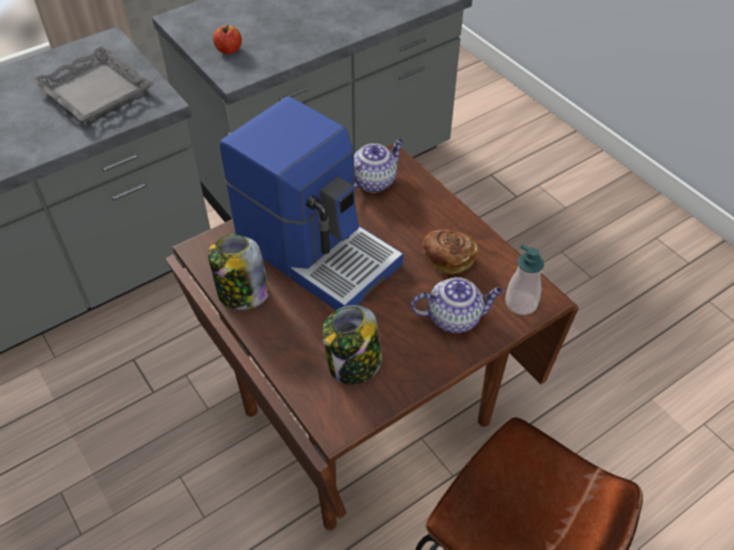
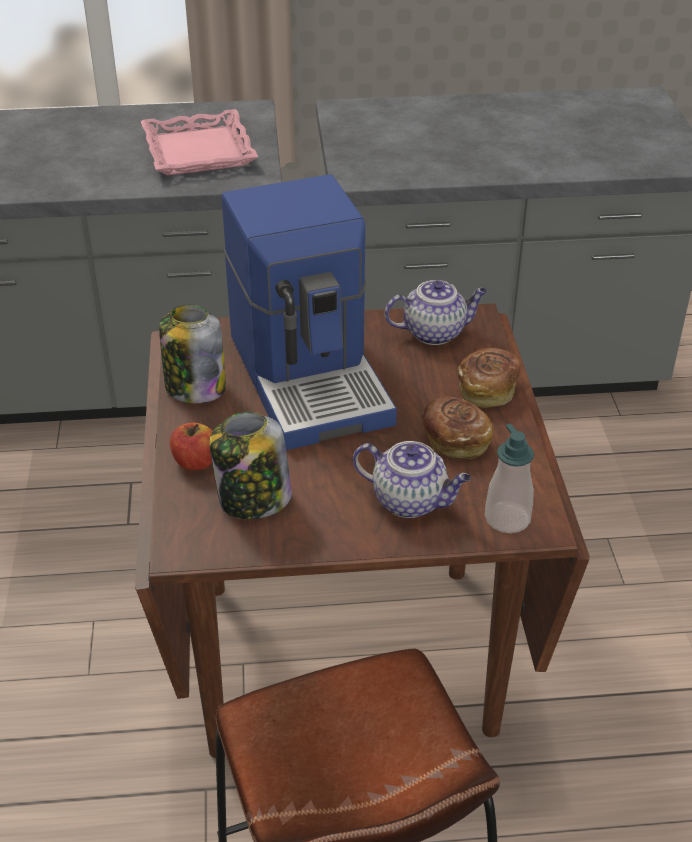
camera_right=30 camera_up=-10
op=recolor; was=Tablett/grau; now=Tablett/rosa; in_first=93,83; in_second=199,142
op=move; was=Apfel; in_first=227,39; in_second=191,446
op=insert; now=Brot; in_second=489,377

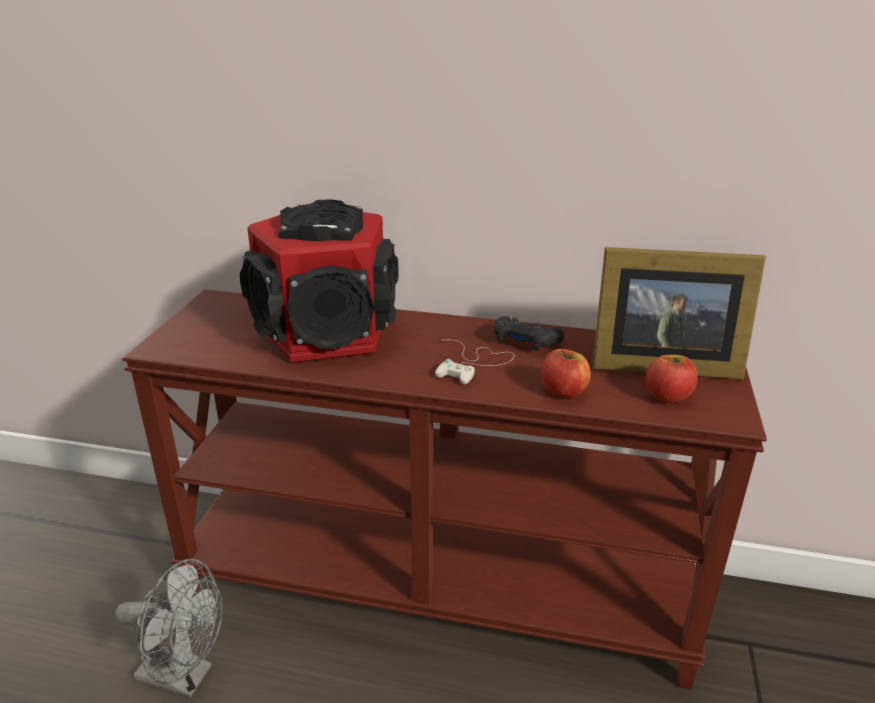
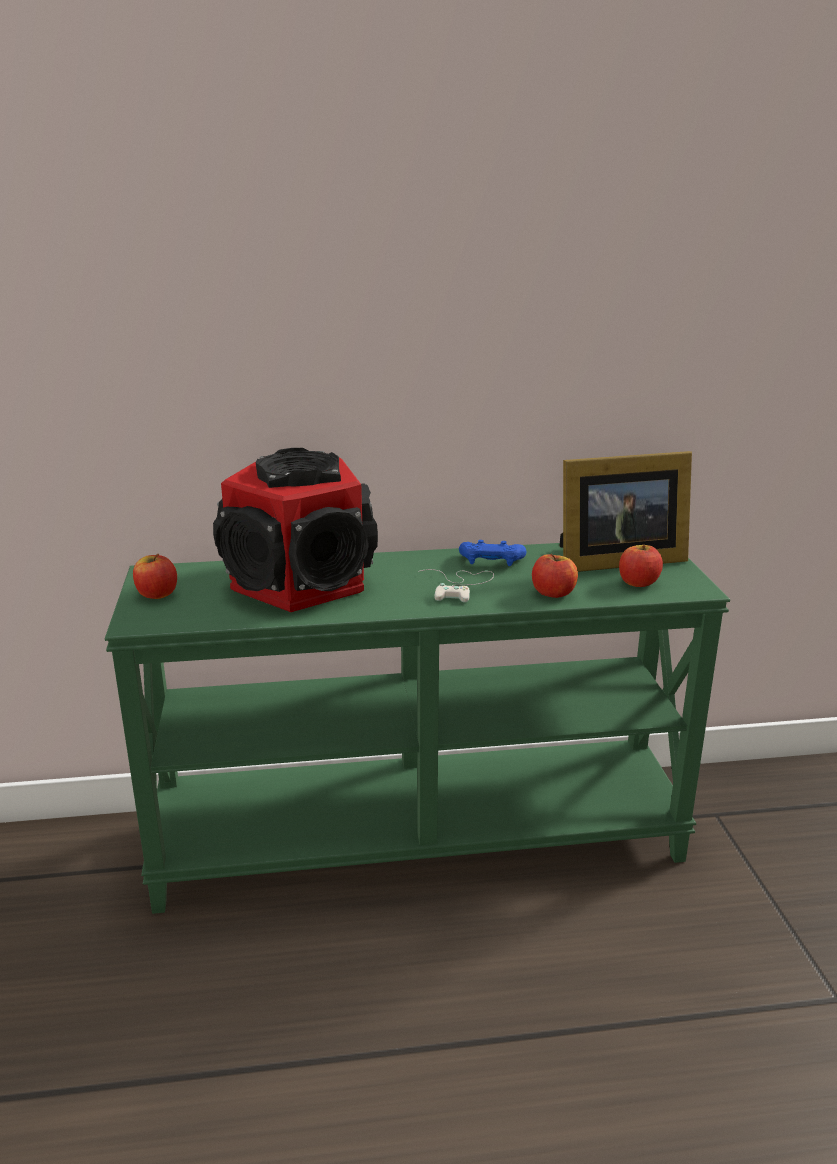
camera_right=-20 camera_up=-5
op=delete; was=Ventilator/grau; in_first=169,628
op=recolor; was=Konsolentisch/braun; now=Konsolentisch/grün; in_first=444,489; in_second=417,728
op=recolor; was=Gamepad/schwarz; now=Gamepad/blau; in_first=529,333; in_second=492,553
op=insert; now=Apfel; in_second=155,576

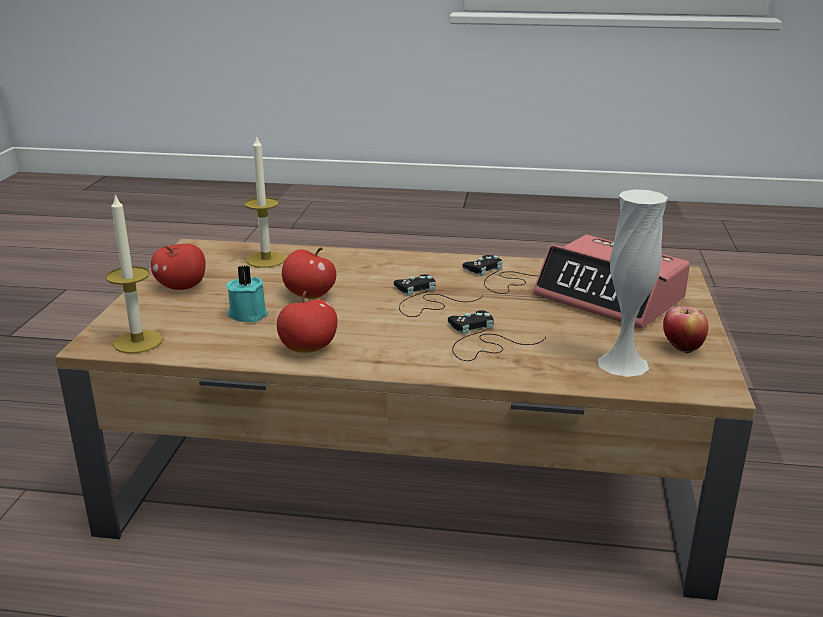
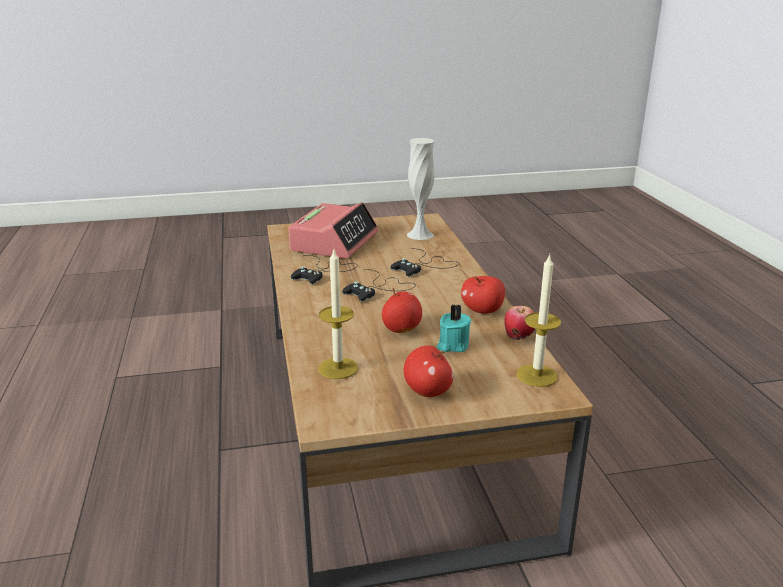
camera_right=-110 camera_up=0
op=move; was=Apfel; in_first=685,330; in_second=519,323

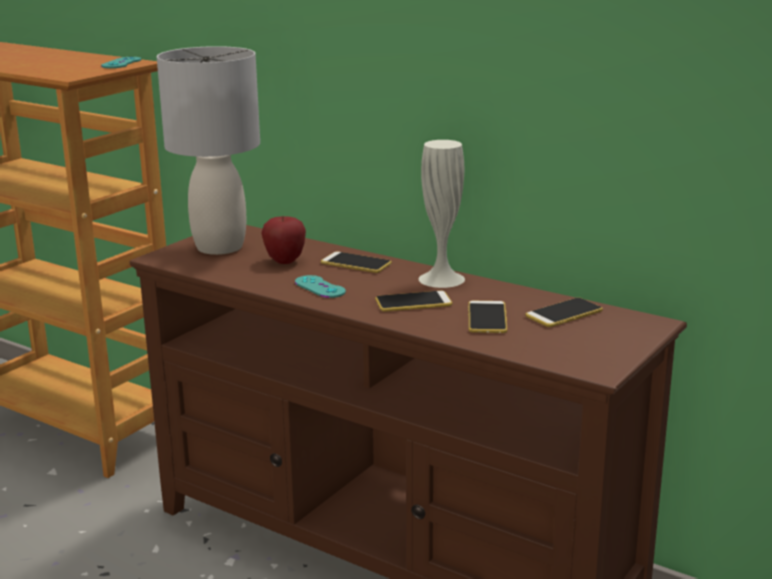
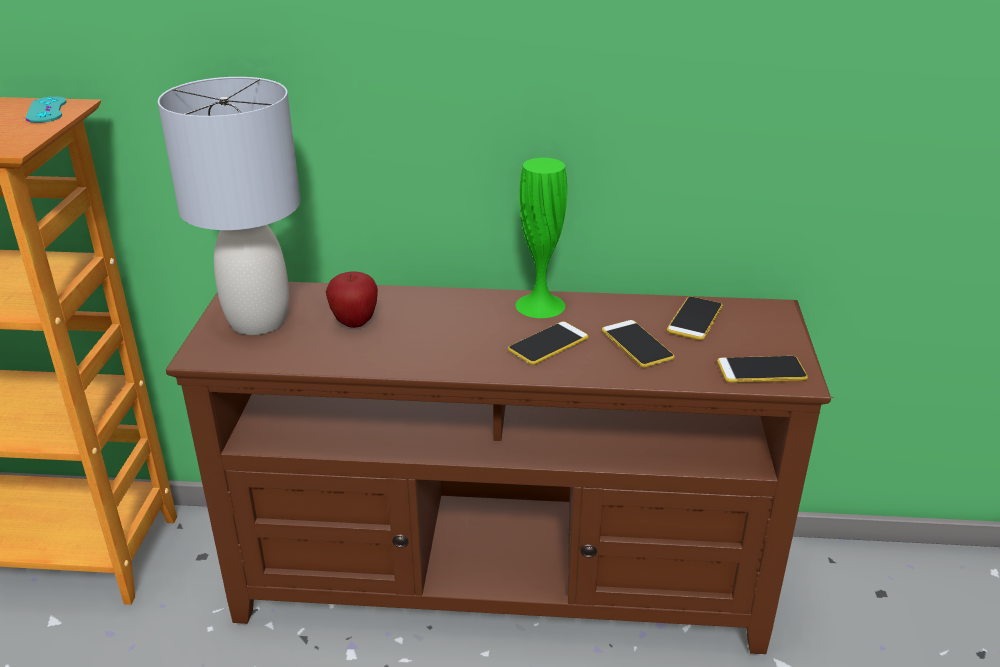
camera_right=-30 camera_up=10
op=delete; was=Gamepad/türkis; in_first=320,286
op=move; was=Handy; in_first=356,262; in_second=762,369
op=recolor; was=Vase/weiß; now=Vase/grün; in_first=441,214; in_second=541,238

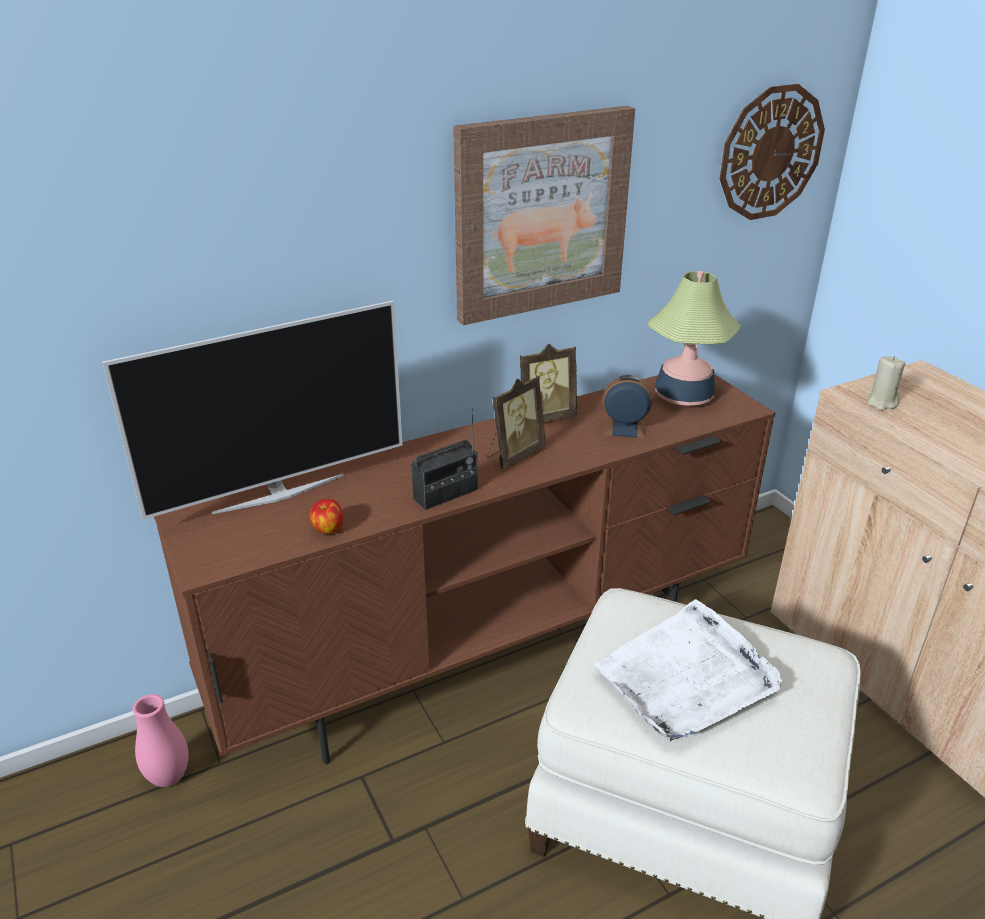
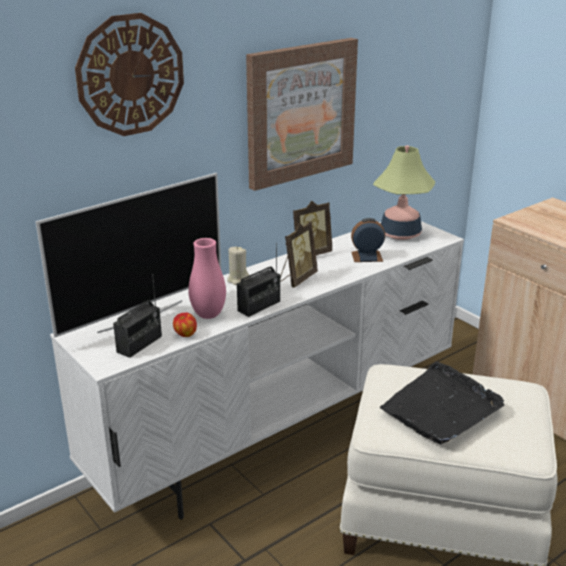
camera_right=-10 camera_up=-5
op=move; was=Vase/rosa; in_first=160,740; in_second=207,278
op=recolor; was=Fernsehschrank/braun; now=Fernsehschrank/weiß; in_first=464,569; in_second=257,370
op=recolor; was=Tablett/weiß; now=Tablett/schwarz; in_first=688,670; in_second=441,402
op=move; was=Wanduhr; in_first=772,152; in_second=129,74
op=move; was=Kerze/beige; in_first=886,383; in_second=238,266
op=insert; now=Radio; in_second=137,316

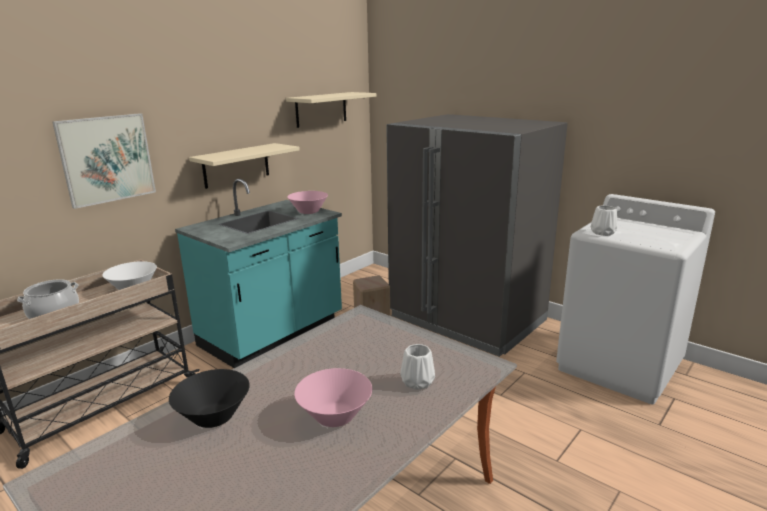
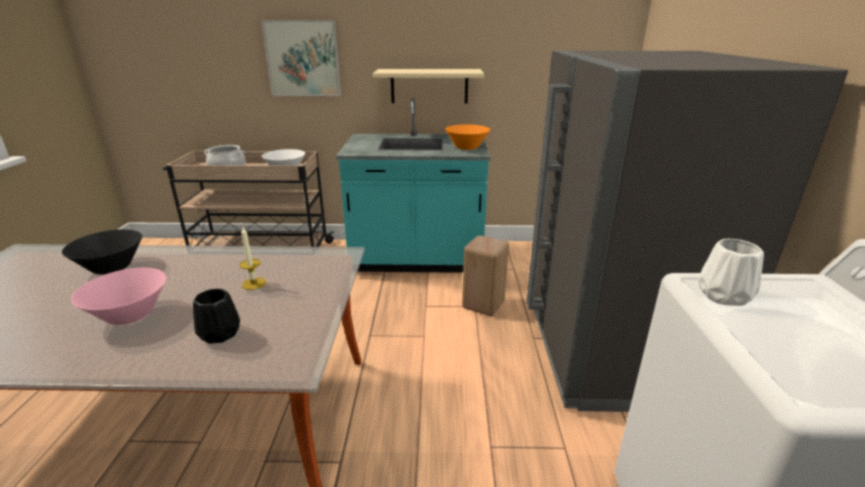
camera_right=50 camera_up=5
op=delete; was=Wandregal/beige; in_first=331,110
op=recolor; was=Schüssel/rosa; now=Schüssel/orange; in_first=307,202; in_second=467,137
op=recolor; was=Vase/weiß; now=Vase/schwarz; in_first=417,367; in_second=216,316
op=insert; now=Kerze; in_second=253,258

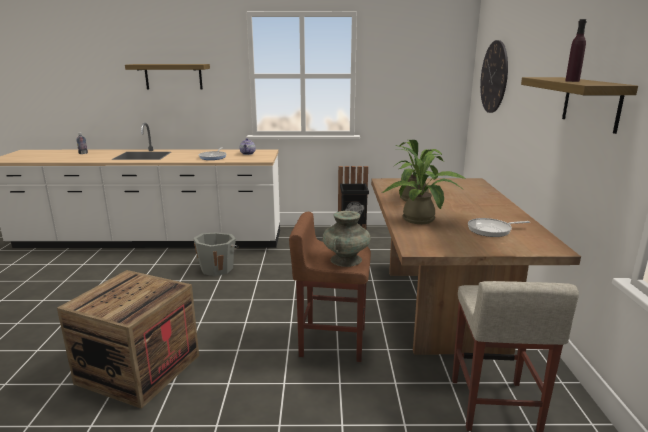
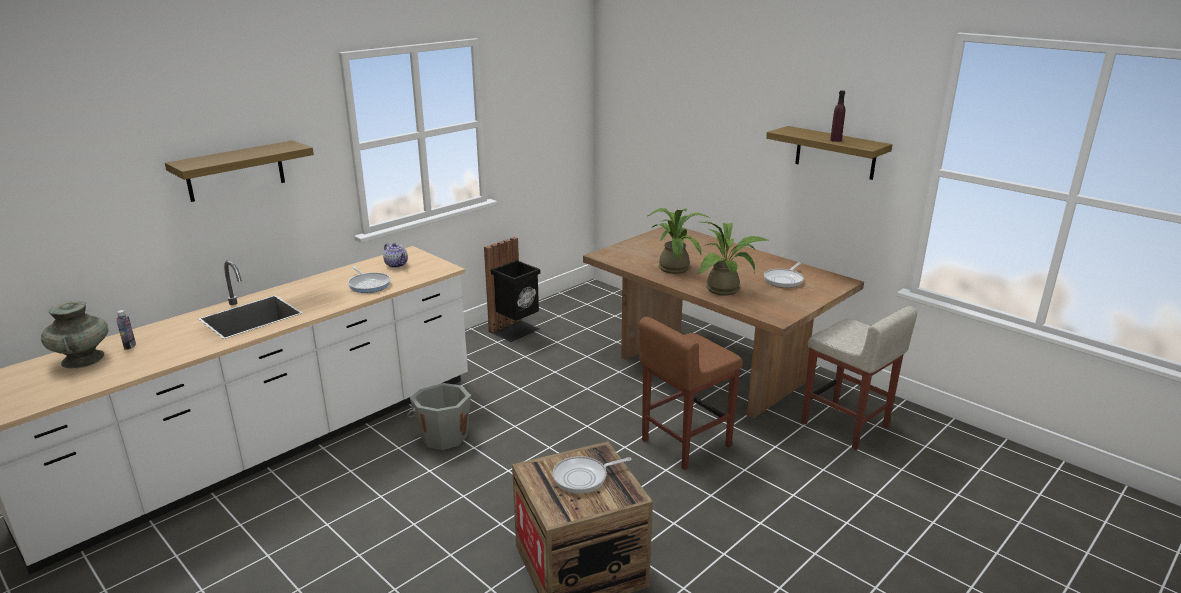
camera_right=-45 camera_up=5
op=move; was=Vase/türkis; in_first=347,239; in_second=74,334
op=delete; was=Wanduhr; in_first=494,76
op=insert; now=Pfanne; in_second=592,475

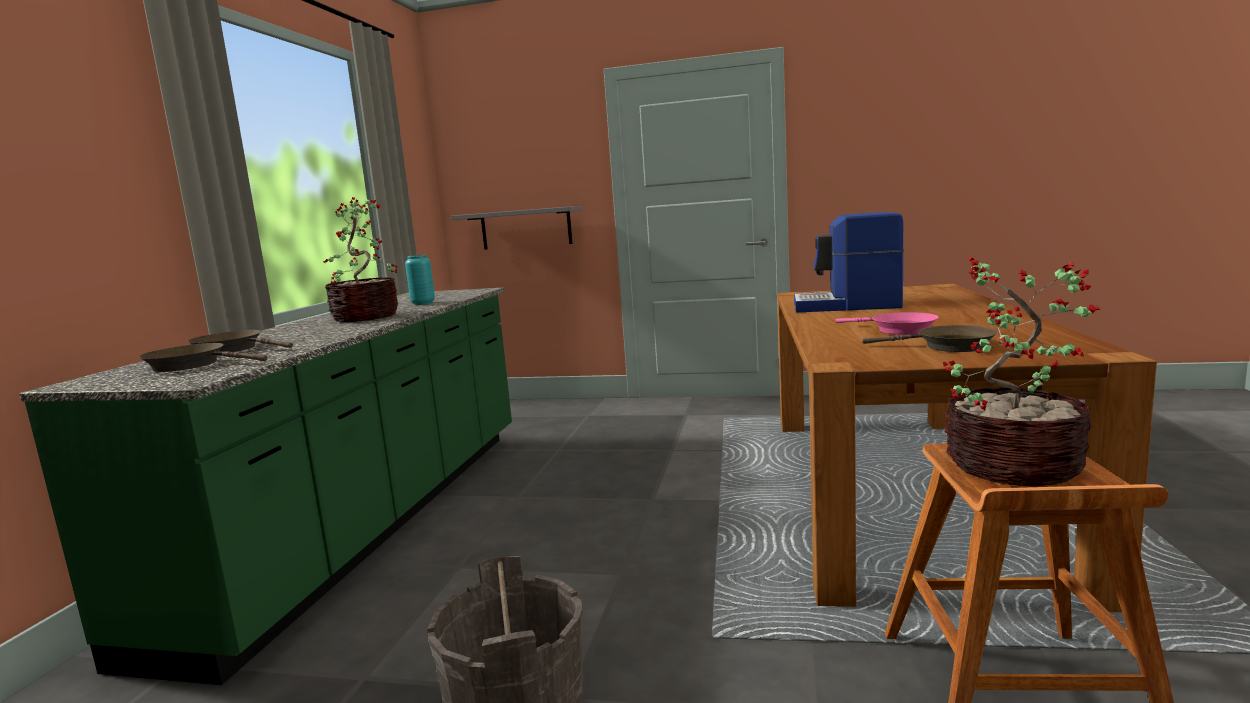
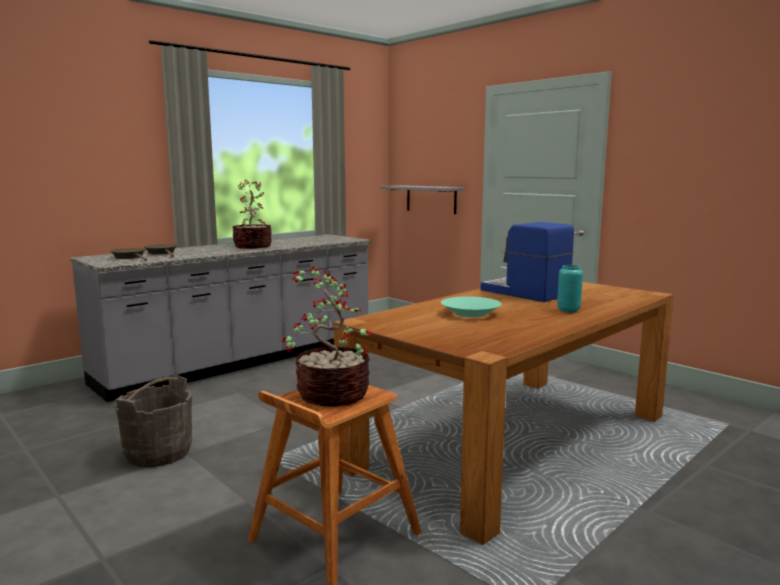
camera_right=35 camera_up=0
op=recolor; was=Küchenzeile/grün; now=Küchenzeile/grau; in_first=266,486; in_second=220,318
op=move; was=Vase/türkis; in_first=420,280; in_second=570,289
op=replace; was=Pfanne/rosa; now=Schüssel/türkis; in_first=887,323; in_second=471,307
op=delete; was=Pfanne/braun; in_first=930,338

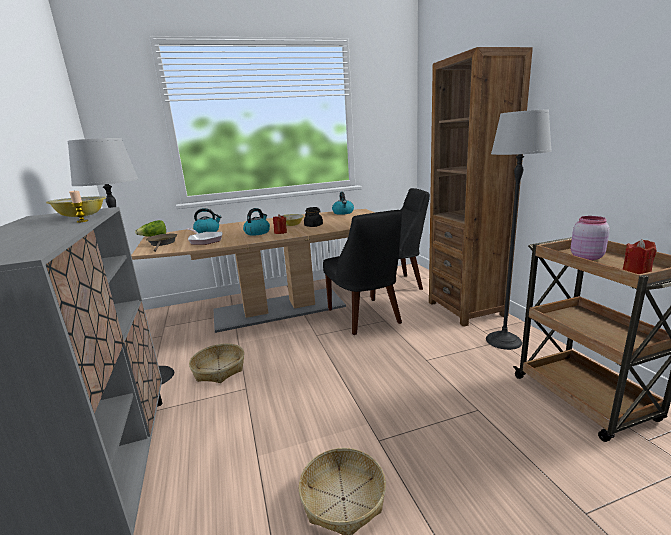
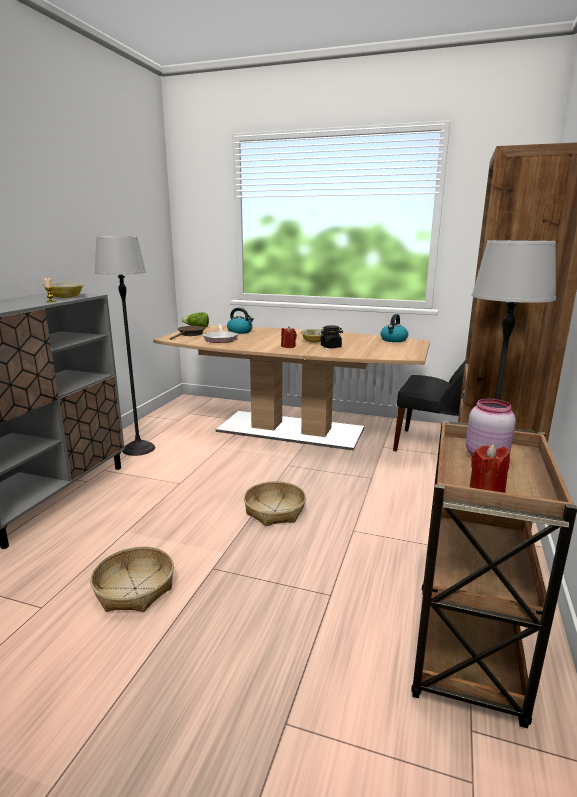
camera_right=35 camera_up=0
op=move; was=Korb; in_first=216,363; in_second=275,503
op=delete; was=Wasserkessel; in_first=256,222
op=delete; was=Stuhl/schwarz; in_first=362,272

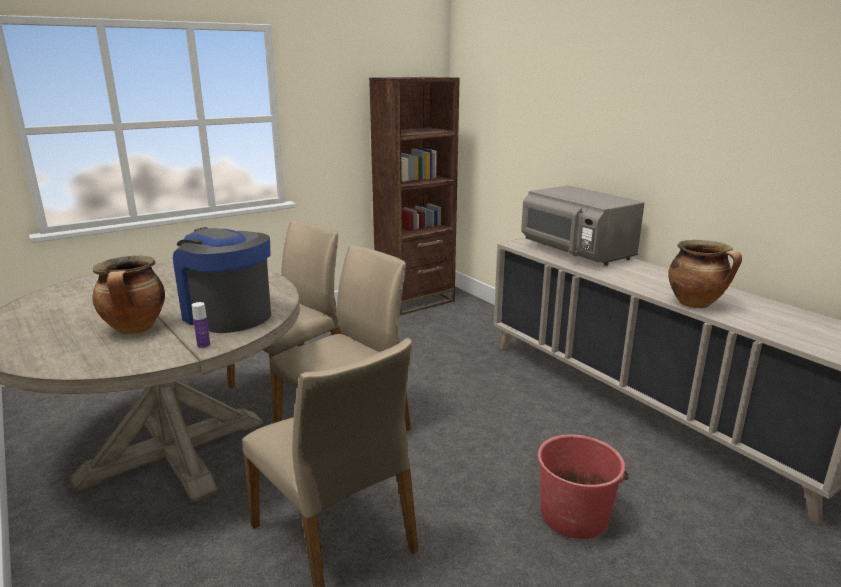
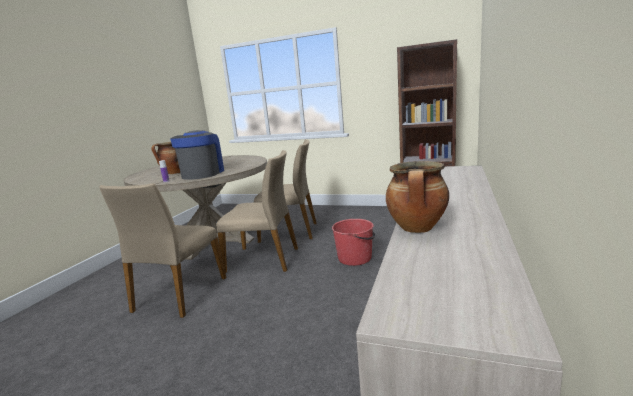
camera_right=55 camera_up=-5
op=delete; was=Mikrowelle/grau; in_first=582,225
op=move; was=Eimer/rot; in_first=583,486; in_second=353,242

